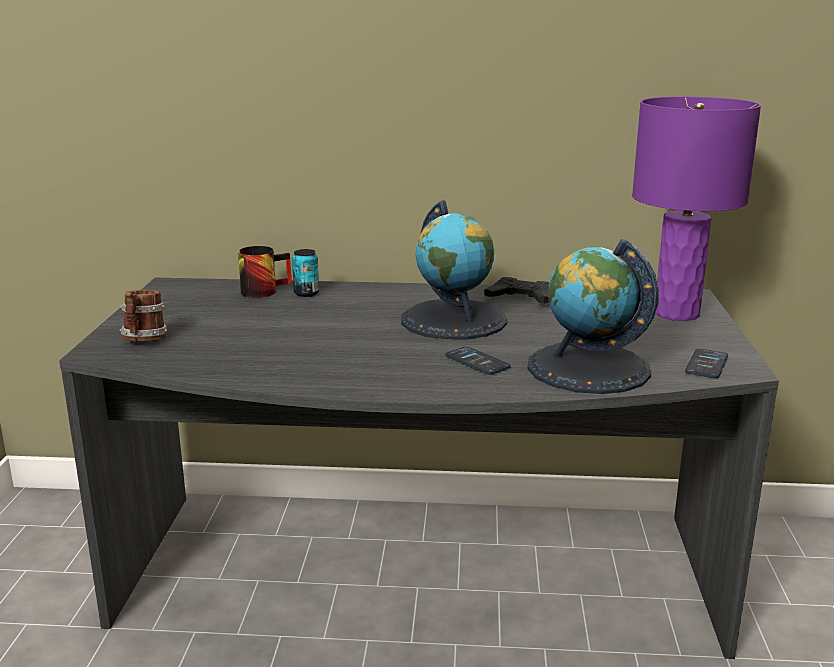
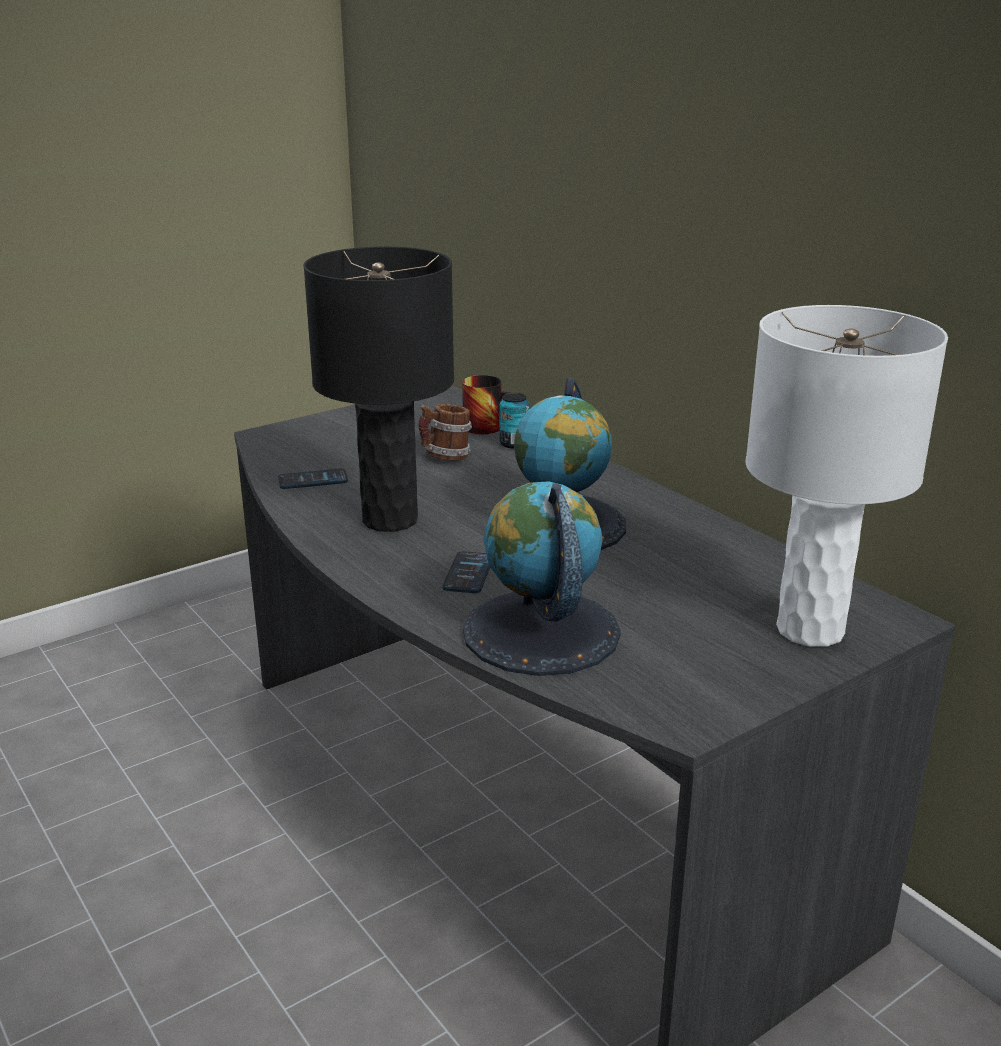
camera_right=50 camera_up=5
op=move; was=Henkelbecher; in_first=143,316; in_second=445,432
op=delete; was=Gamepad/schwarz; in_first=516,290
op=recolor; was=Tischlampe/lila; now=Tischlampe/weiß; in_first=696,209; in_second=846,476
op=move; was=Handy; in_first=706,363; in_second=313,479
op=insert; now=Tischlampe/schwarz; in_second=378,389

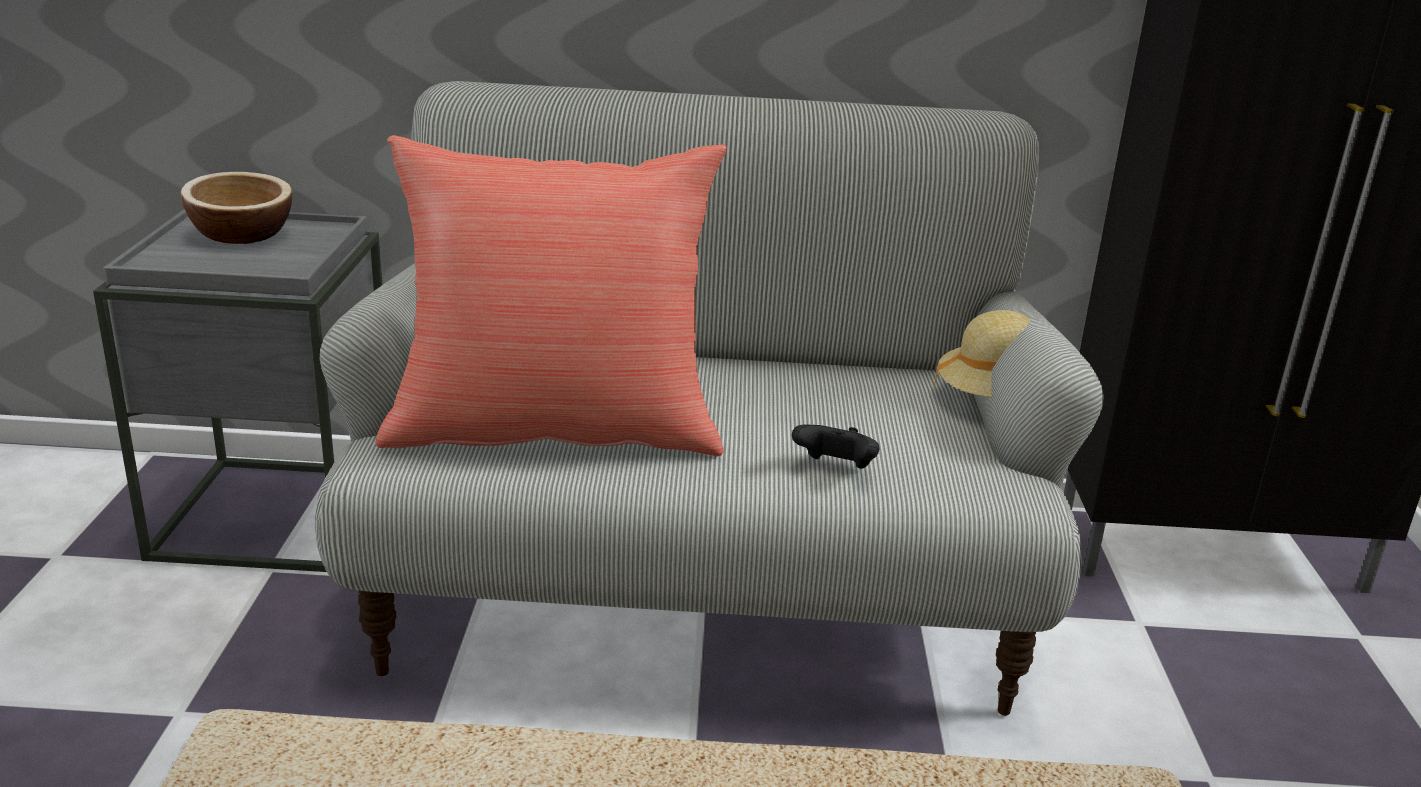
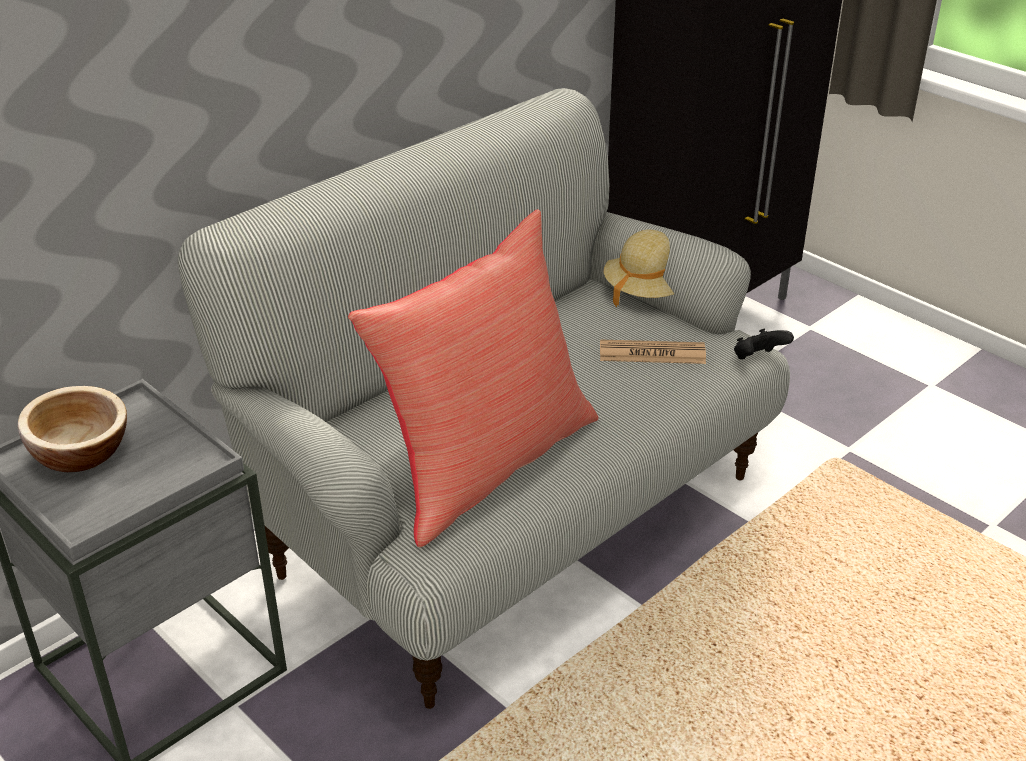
camera_right=-45 camera_up=10
op=move; was=Gamepad/schwarz; in_first=836,446; in_second=764,344
op=insert; now=Zeitung; in_second=653,351

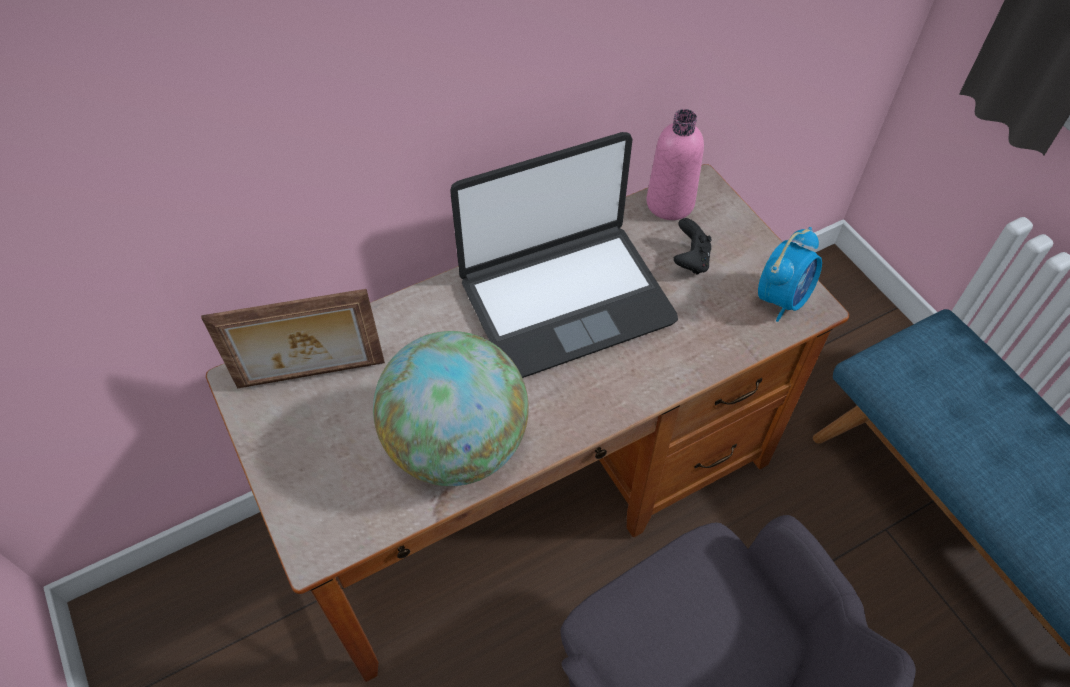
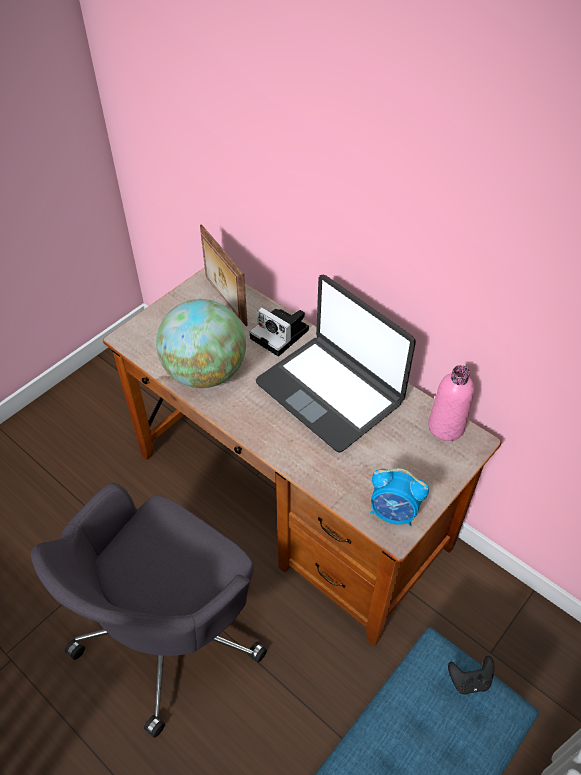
camera_right=70 camera_up=-5
op=move; was=Gamepad/schwarz; in_first=693,246; in_second=471,675
op=insert; now=Kamera; in_second=279,331

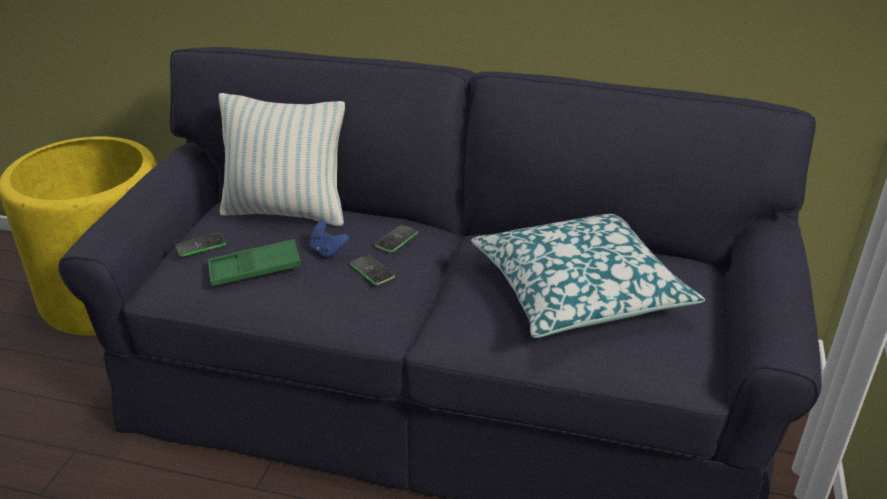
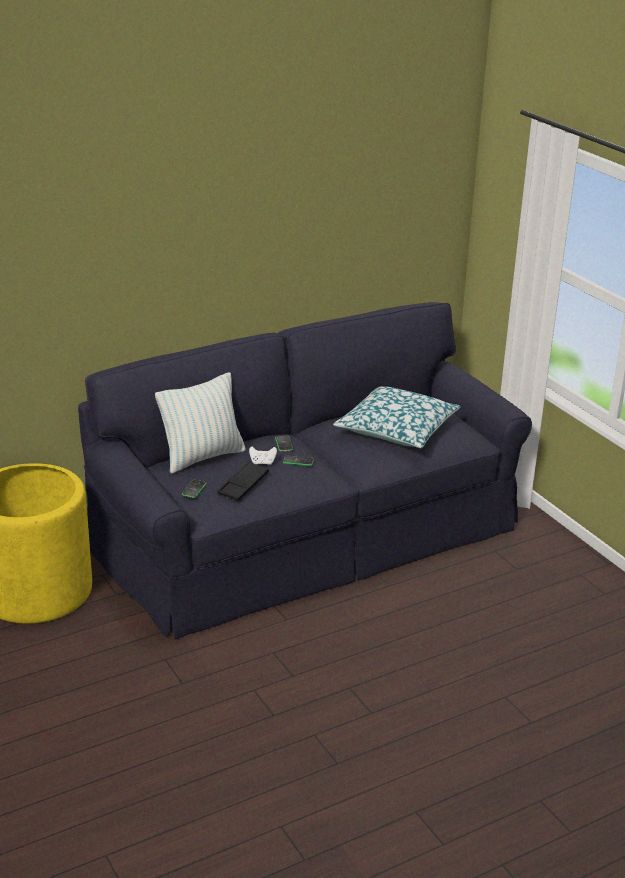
camera_right=-45 camera_up=-5
op=recolor; was=Tablett/grün; now=Tablett/schwarz; in_first=254,262; in_second=243,481
op=recolor; was=Gamepad/blau; now=Gamepad/weiß; in_first=329,240; in_second=263,456

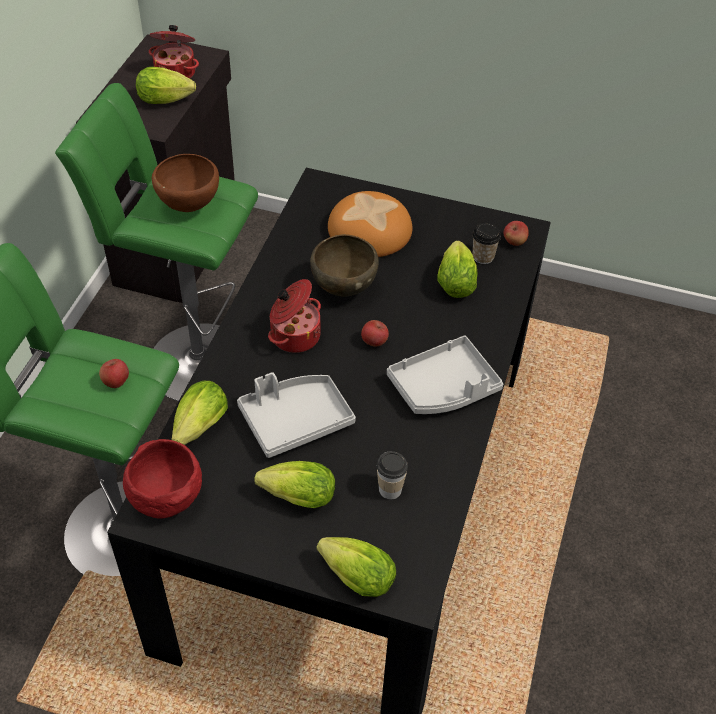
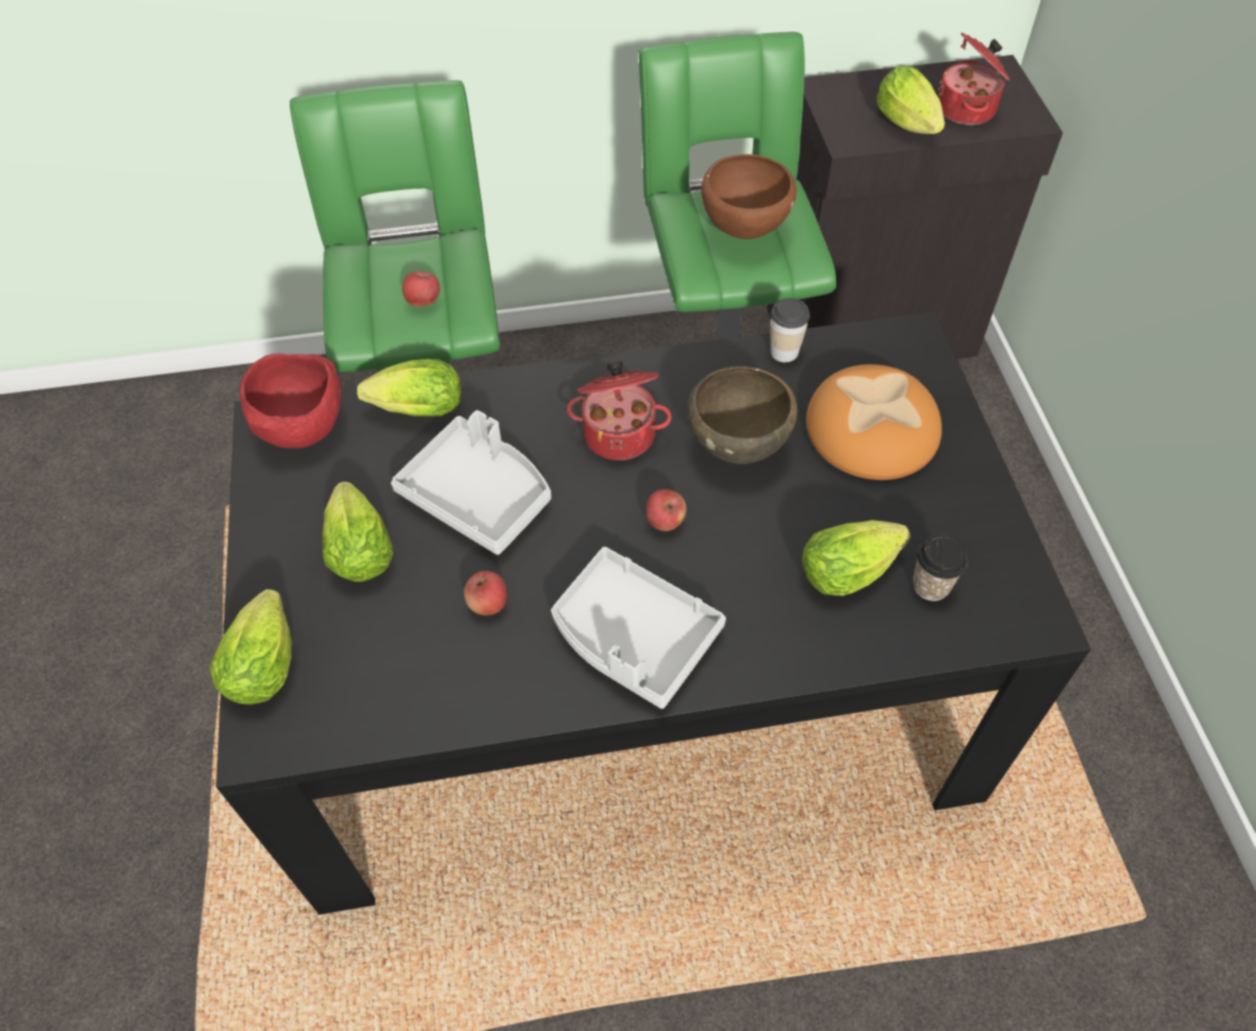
camera_right=65 camera_up=5
op=move; was=Tasse; in_first=392,475; in_second=790,330
op=move; was=Apfel; in_first=516,233; in_second=485,593

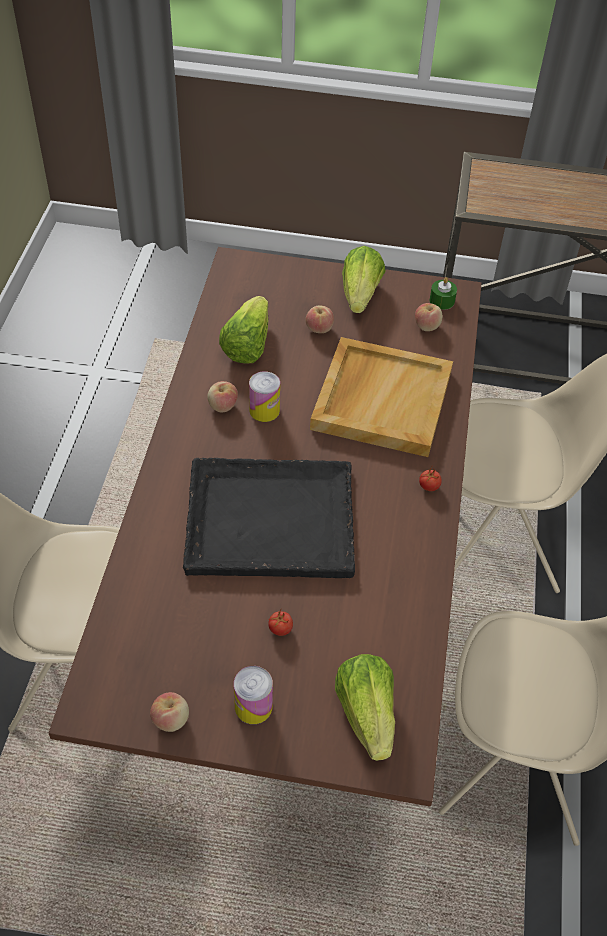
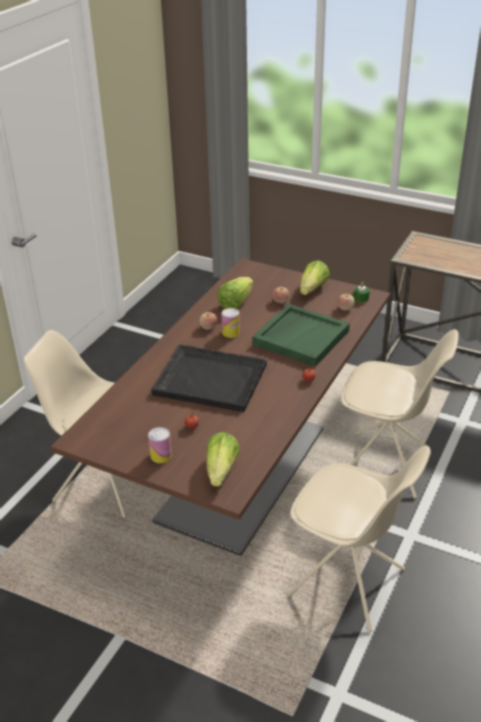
camera_right=20 camera_up=-15
op=delete; was=Apfel; in_first=169,712
op=recolor; was=Tablett/beige; now=Tablett/grün; in_first=381,397; in_second=301,335

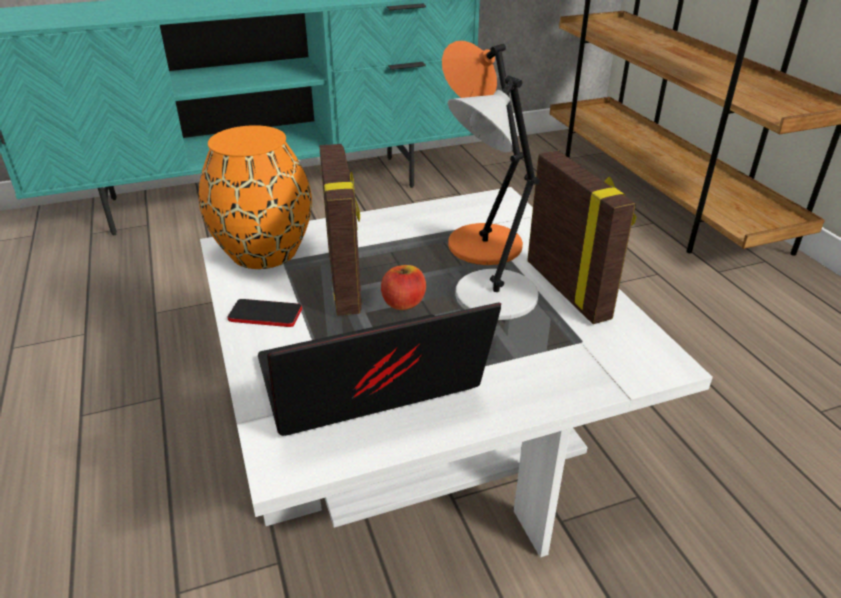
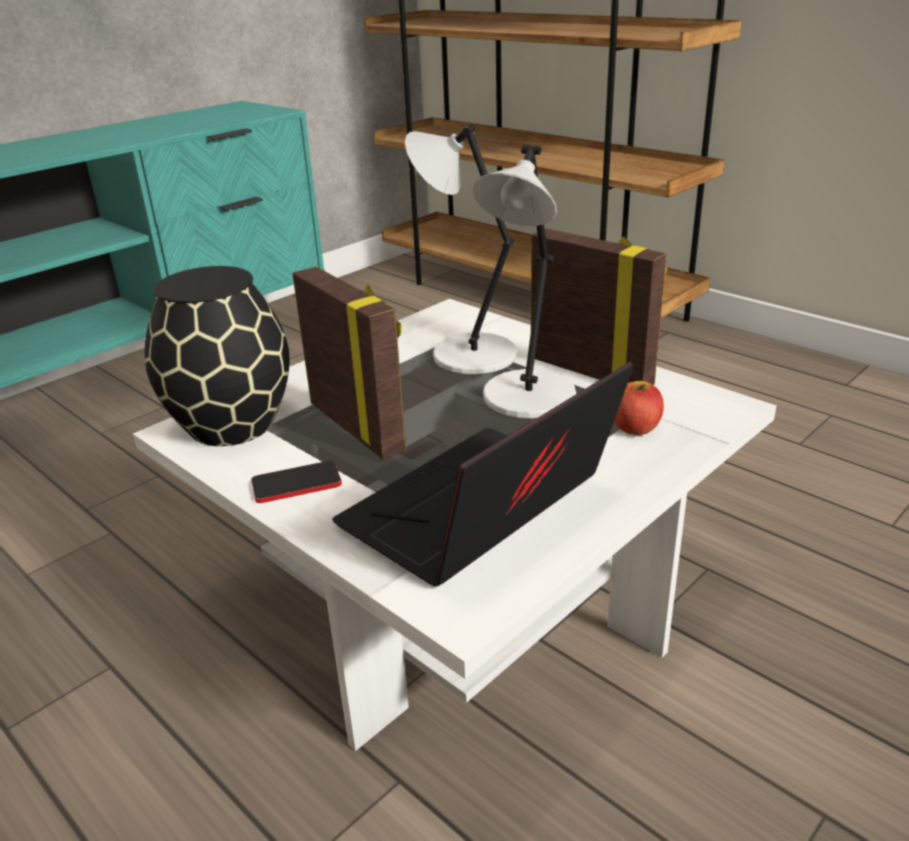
camera_right=-25 camera_up=-5
op=recolor; was=Vase/orange; now=Vase/schwarz; in_first=255,197; in_second=217,356
op=move; was=Apfel; in_first=403,287; in_second=639,408
op=recolor; was=Tischlampe/orange; now=Tischlampe/grau; in_first=483,153; in_second=461,249

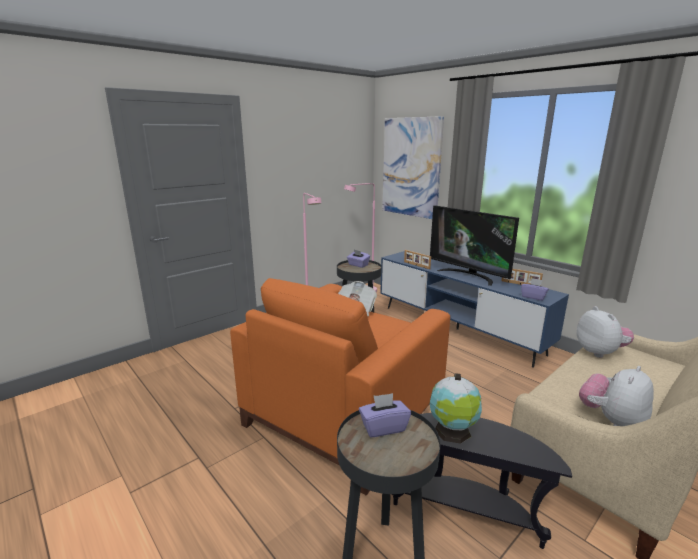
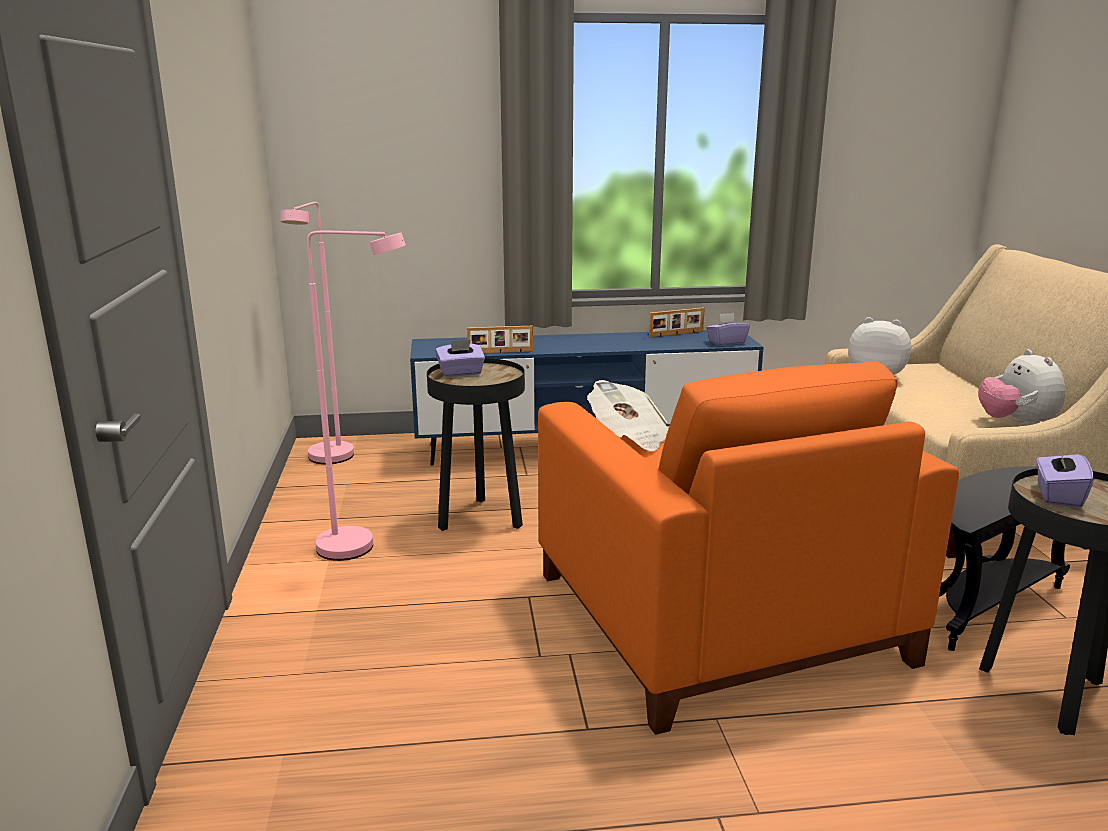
camera_right=-55 camera_up=0
op=delete; was=Bild; in_first=413,167
op=delete; was=Fernseher; in_first=474,245
op=delete; was=Globus; in_first=456,408

